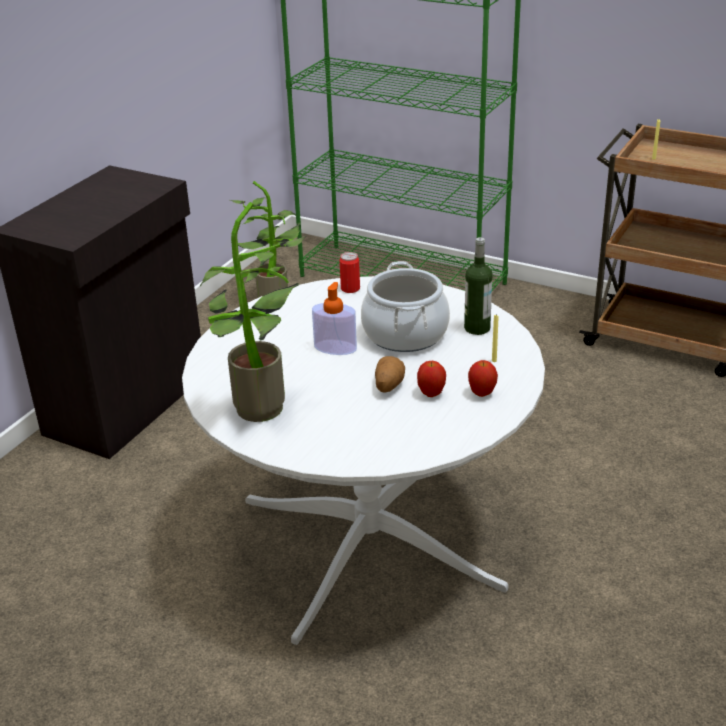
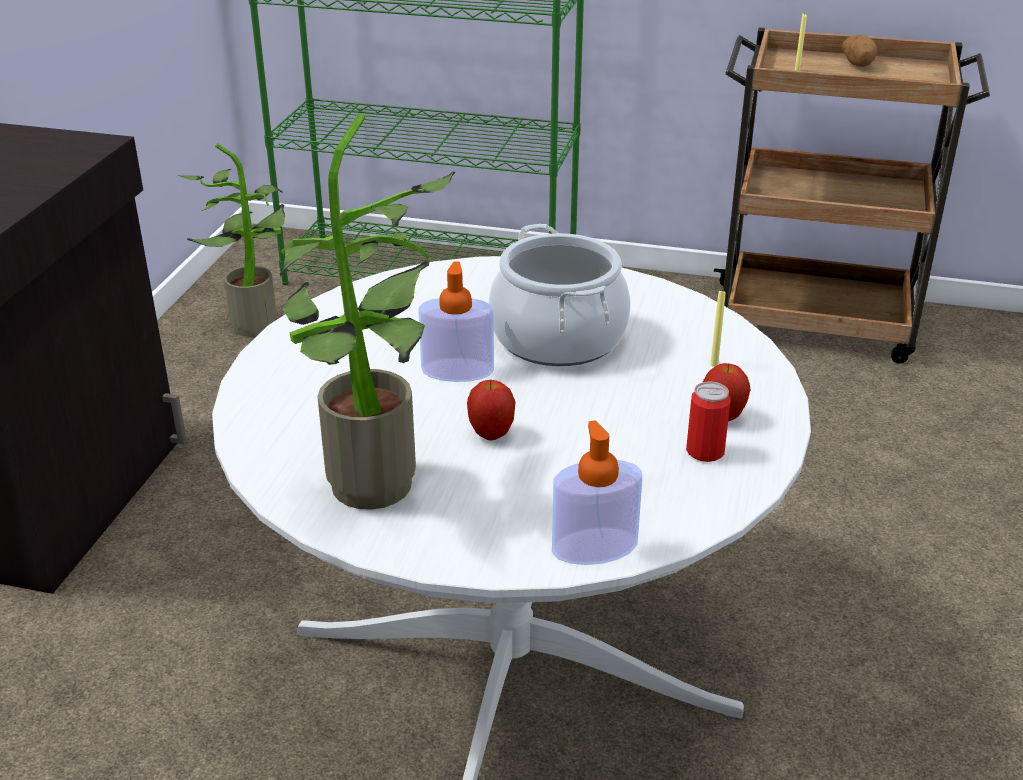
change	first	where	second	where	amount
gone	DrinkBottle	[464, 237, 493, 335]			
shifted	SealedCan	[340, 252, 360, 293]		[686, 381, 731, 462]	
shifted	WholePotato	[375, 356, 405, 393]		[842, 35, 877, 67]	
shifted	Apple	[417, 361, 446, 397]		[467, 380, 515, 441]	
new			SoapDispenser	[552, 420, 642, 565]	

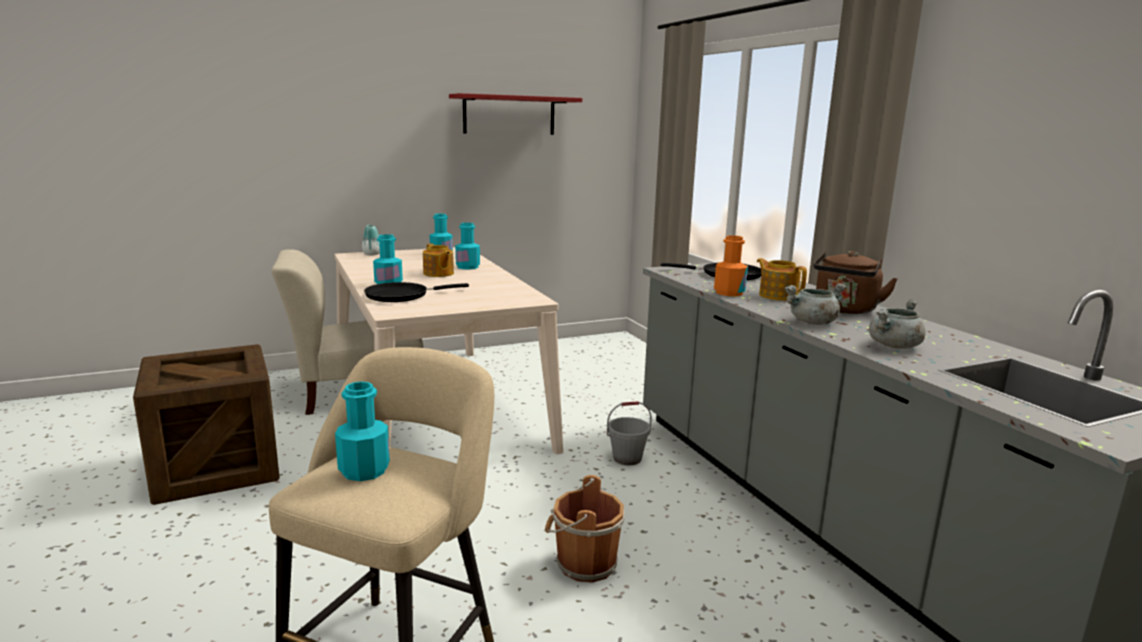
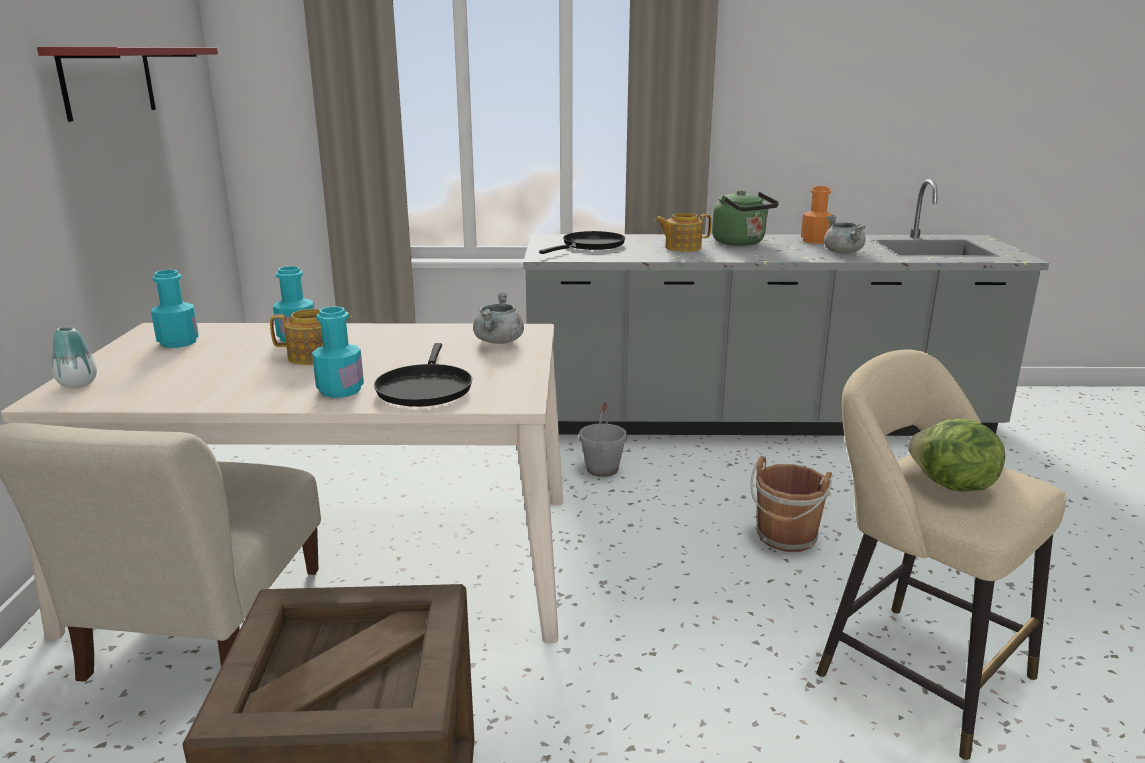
change	first	where	second	where	amount
shifted	OrangeyDrinkBottle	[714, 235, 748, 296]		[801, 186, 833, 244]	
repainted	BrownishWaterKettle	[813, 251, 898, 314]	GreenishWaterKettle	[712, 190, 779, 246]	
shifted	GreyishStockpot	[784, 283, 847, 325]		[473, 292, 524, 344]	
swapped	TurquoiseDrinkBottle	[335, 382, 390, 481]	LettuceHead	[908, 419, 1005, 491]	

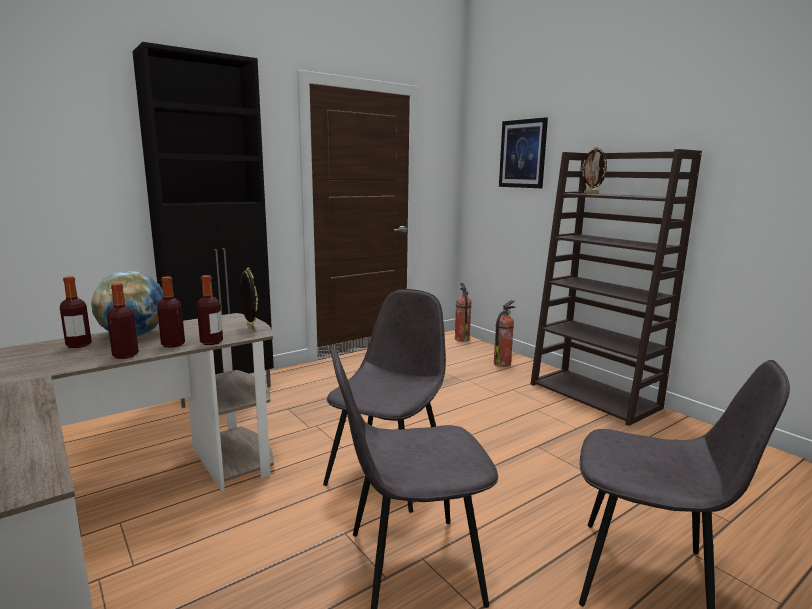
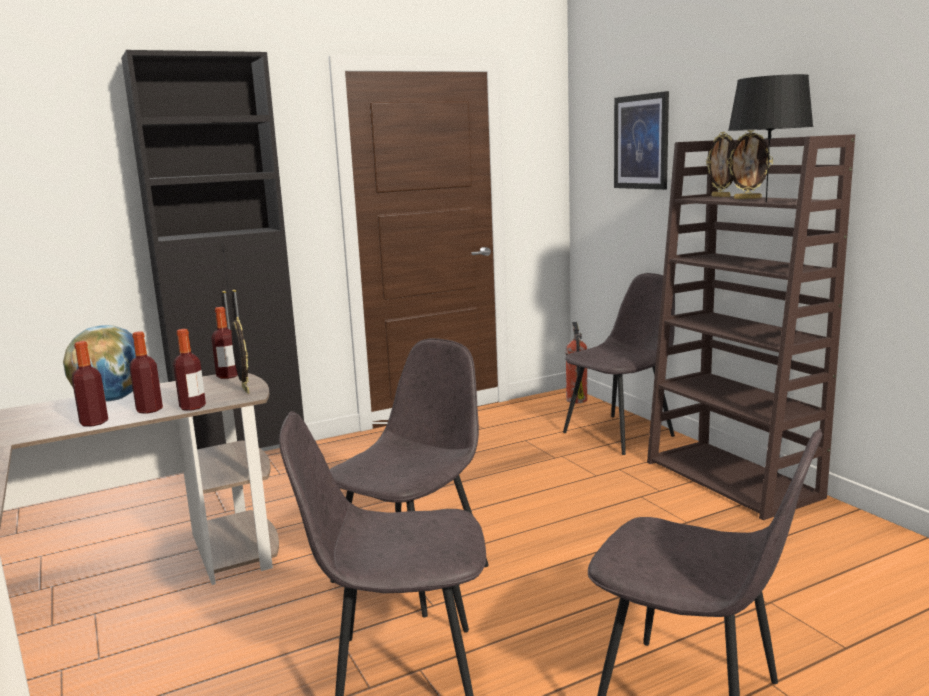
change	first	where	second	where	amount
shifted	DrinkBottle	[60, 276, 92, 348]		[211, 307, 238, 379]	
swapped	FireFightingCylinder	[494, 300, 515, 367]	GreyishUprightChair	[563, 273, 675, 455]	
new			BlackishLampForATable	[728, 74, 814, 202]	
new			PictureFrame	[726, 130, 773, 199]	

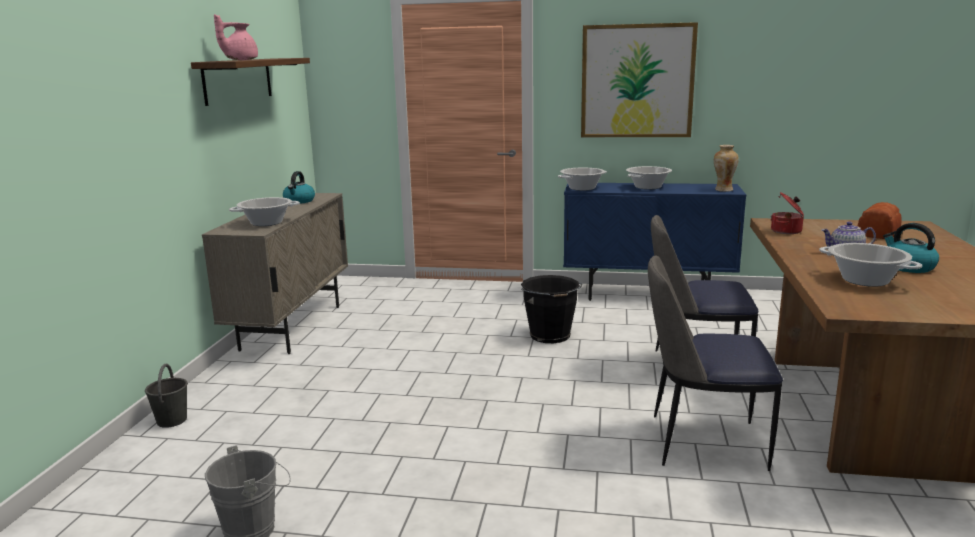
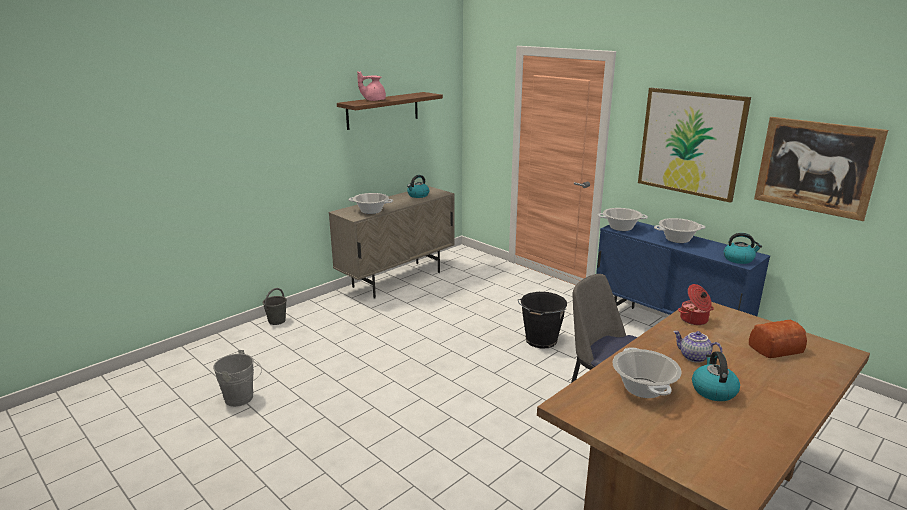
change	first	where	second	where	amount
swapped	FlowerVase	[714, 145, 739, 192]	WaterKettle	[724, 233, 762, 264]	
gone	UprightChair	[648, 255, 783, 471]			
new			Picture	[754, 117, 888, 221]	

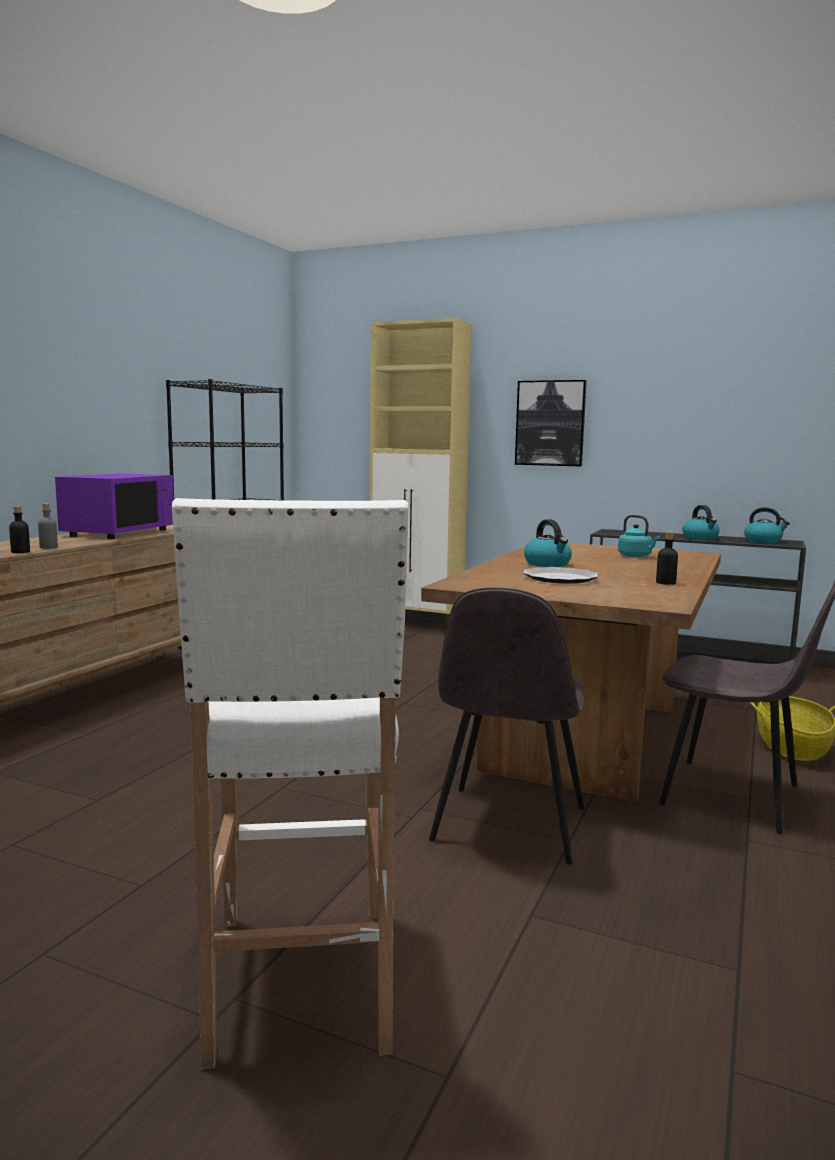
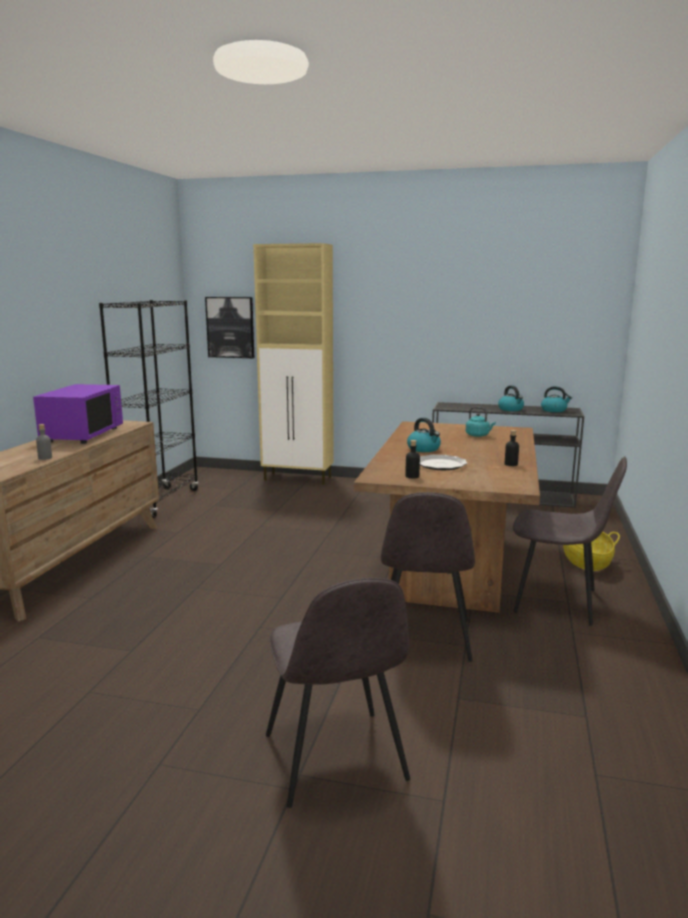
change	first	where	second	where	amount
shifted	Picture	[515, 380, 587, 467]		[205, 297, 254, 358]	
swapped	WhiteColouredStoolSeat	[172, 498, 409, 1069]	GreyishUprightChair	[266, 578, 410, 808]	
shifted	BlackishDrinkBottle	[9, 506, 30, 553]		[405, 440, 420, 478]	

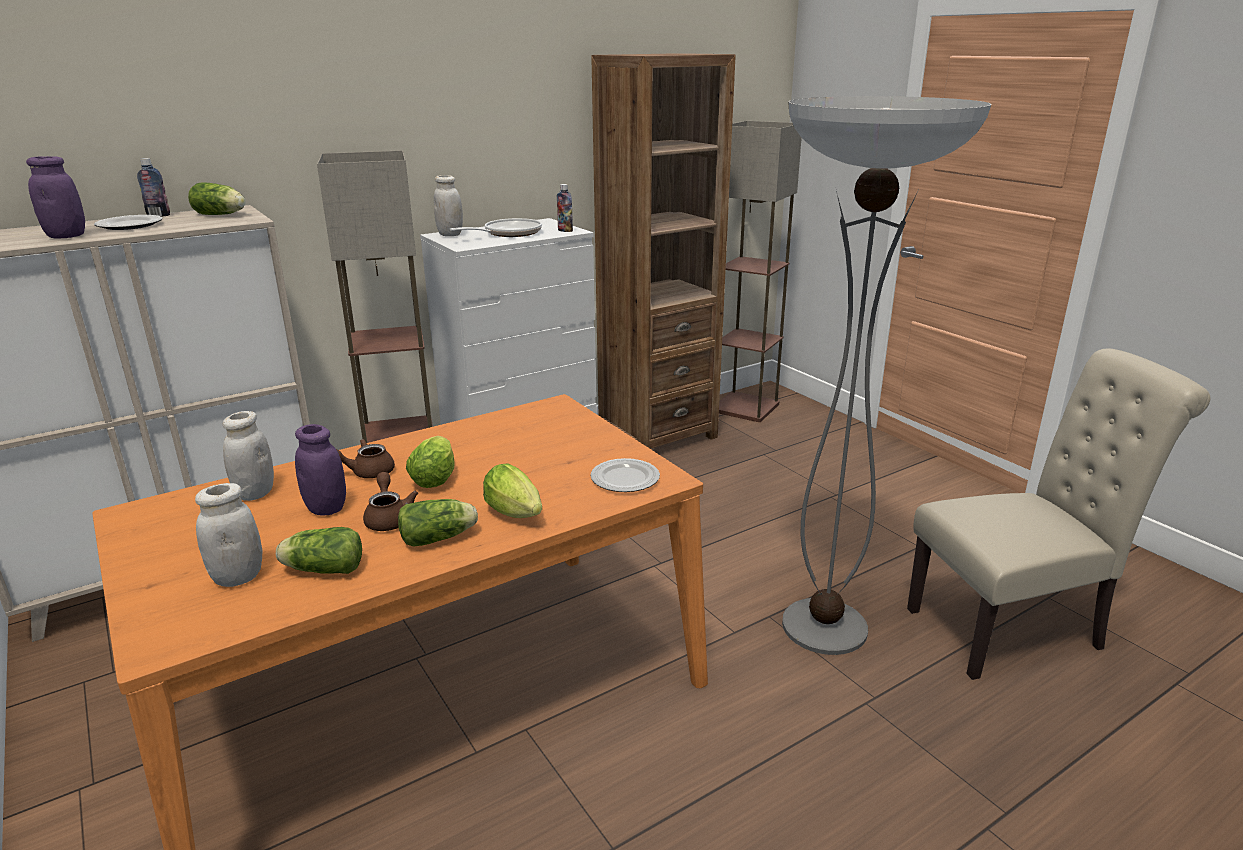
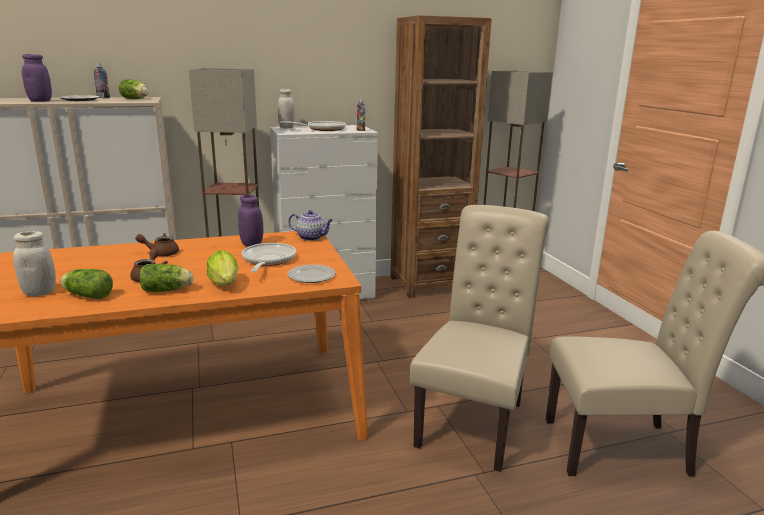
change	first	where	second	where	amount
swapped	FloorLamp	[782, 96, 991, 655]	SandColouredUprightChair	[410, 205, 549, 472]	
gone	WhiteColouredPreserveJar	[223, 411, 274, 501]			
shifted	PurplePreserveJar	[295, 424, 346, 515]		[238, 195, 263, 247]	
gone	LettuceHead	[406, 436, 455, 488]			
new			PotForTea	[288, 210, 333, 241]	
new			FryingPan	[242, 243, 296, 272]	

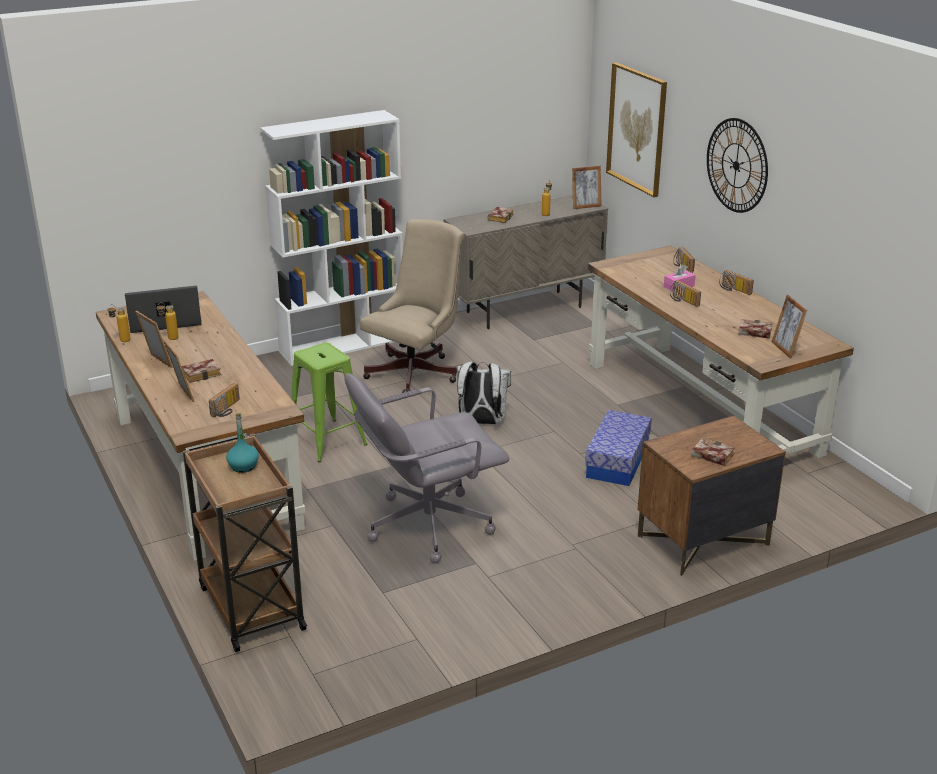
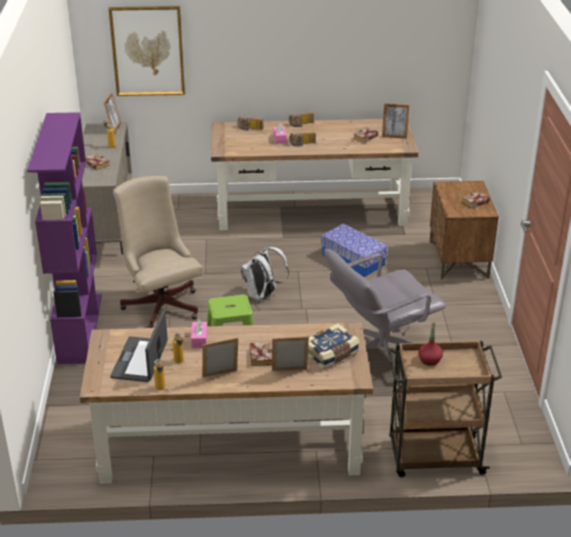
change	first	where	second	where	amount
repainted	WhiteColouredShelvingUnit	[260, 110, 403, 366]	PurpleShelvingUnit	[27, 112, 102, 364]	
gone	WallClock	[707, 118, 768, 213]			
rotated	GreyishOfficeChair	[344, 373, 509, 563]		[324, 249, 446, 384]	60 degrees clockwise
swapped	Radio	[209, 383, 240, 417]	BoundBook	[308, 323, 360, 369]	
repainted	TurquoiseDrinkBottle	[226, 413, 259, 473]	RedColouredDrinkBottle	[418, 322, 443, 366]	
new			PinkTissueHolder	[191, 319, 207, 348]	

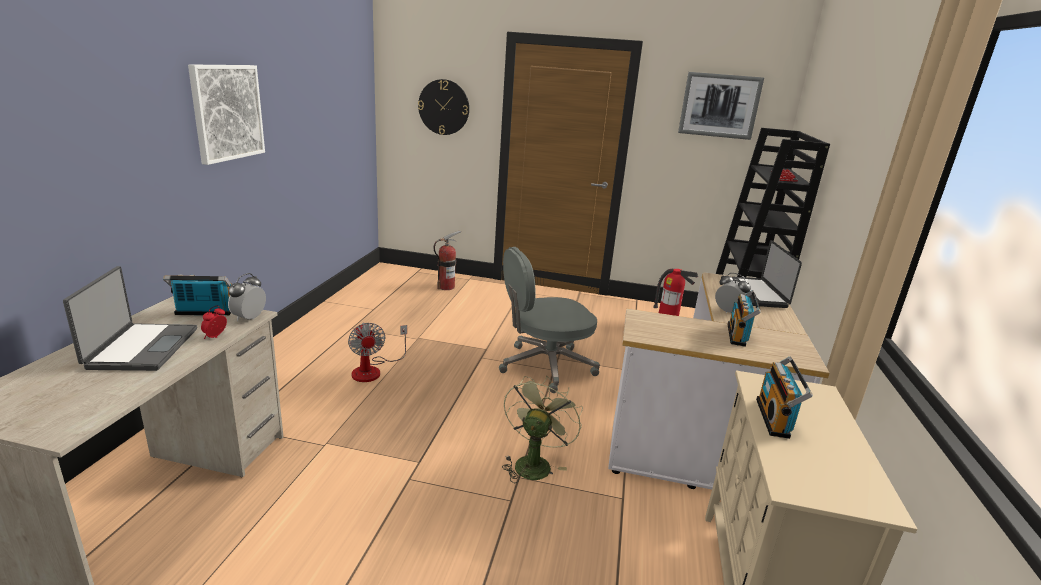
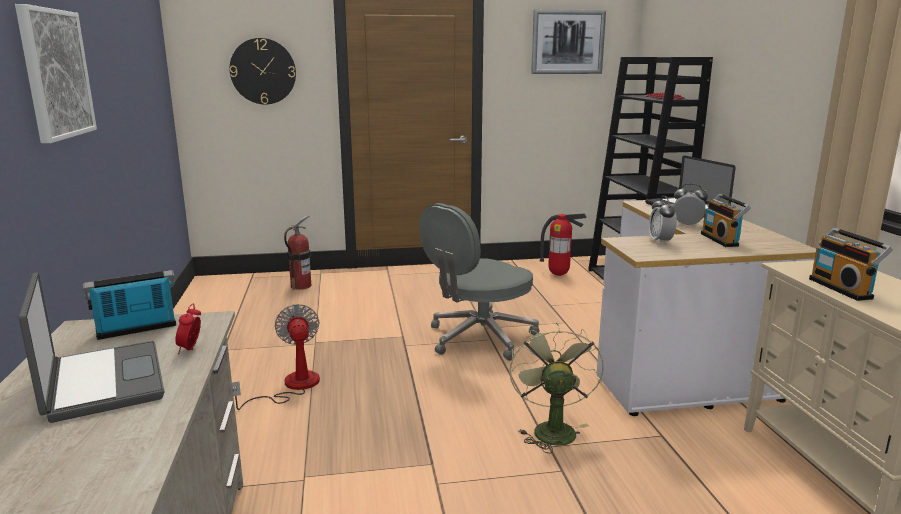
change	first	where	second	where	amount
shifted	AlarmClock	[228, 273, 266, 321]		[649, 196, 677, 244]	
rotated	ElectricFan	[348, 322, 407, 382]		[232, 304, 320, 410]	150 degrees counterclockwise

